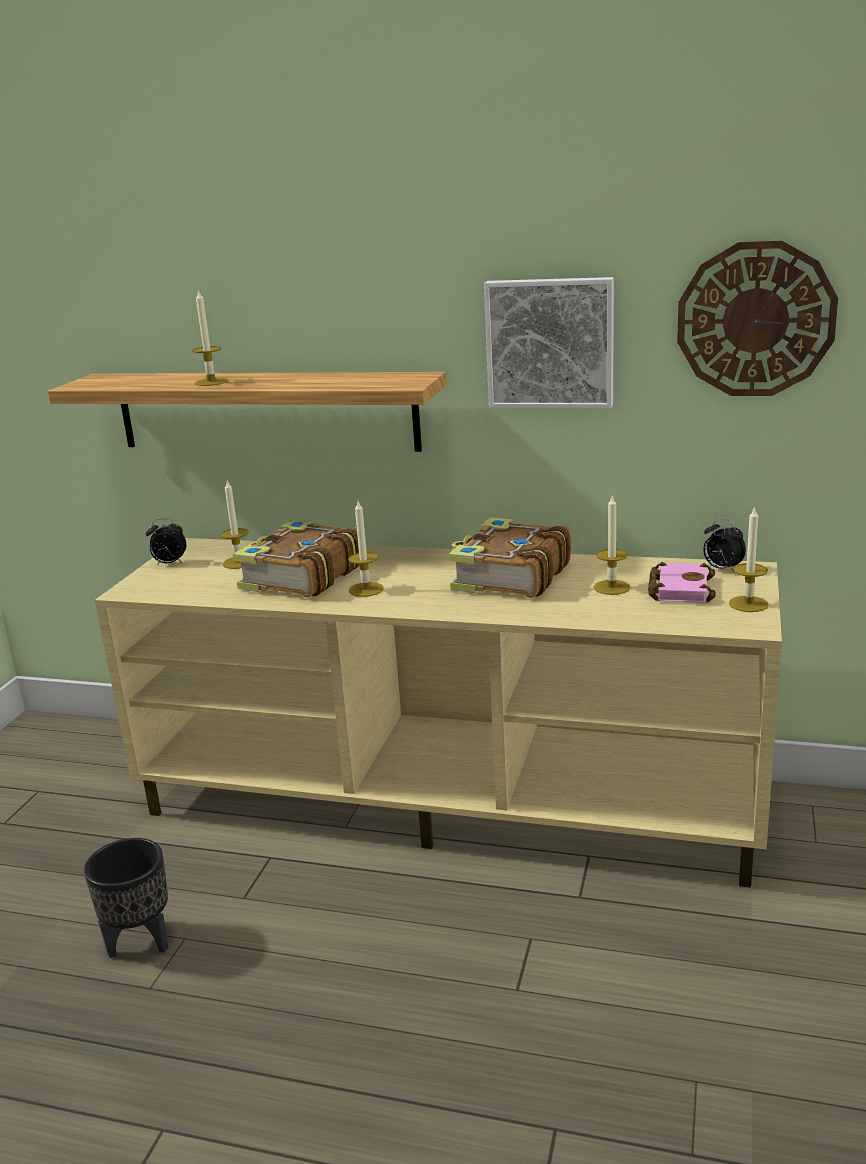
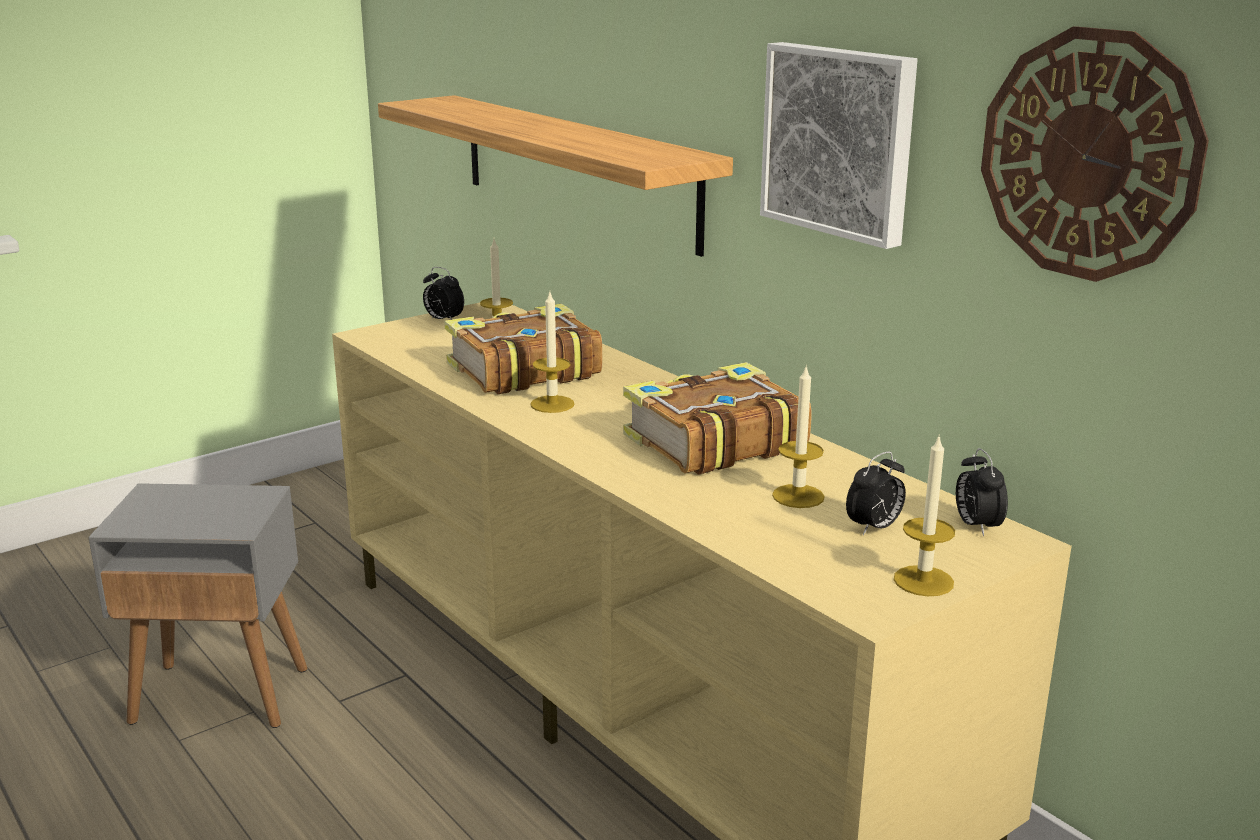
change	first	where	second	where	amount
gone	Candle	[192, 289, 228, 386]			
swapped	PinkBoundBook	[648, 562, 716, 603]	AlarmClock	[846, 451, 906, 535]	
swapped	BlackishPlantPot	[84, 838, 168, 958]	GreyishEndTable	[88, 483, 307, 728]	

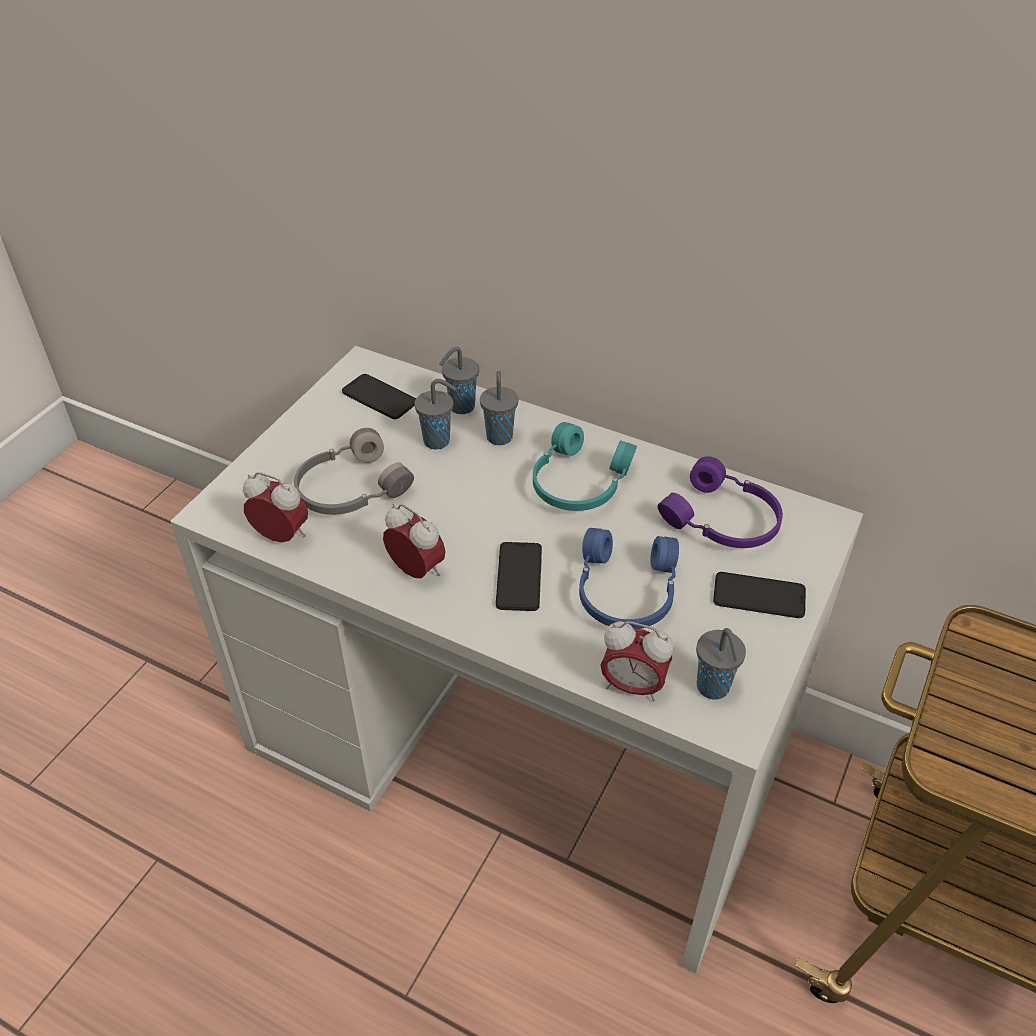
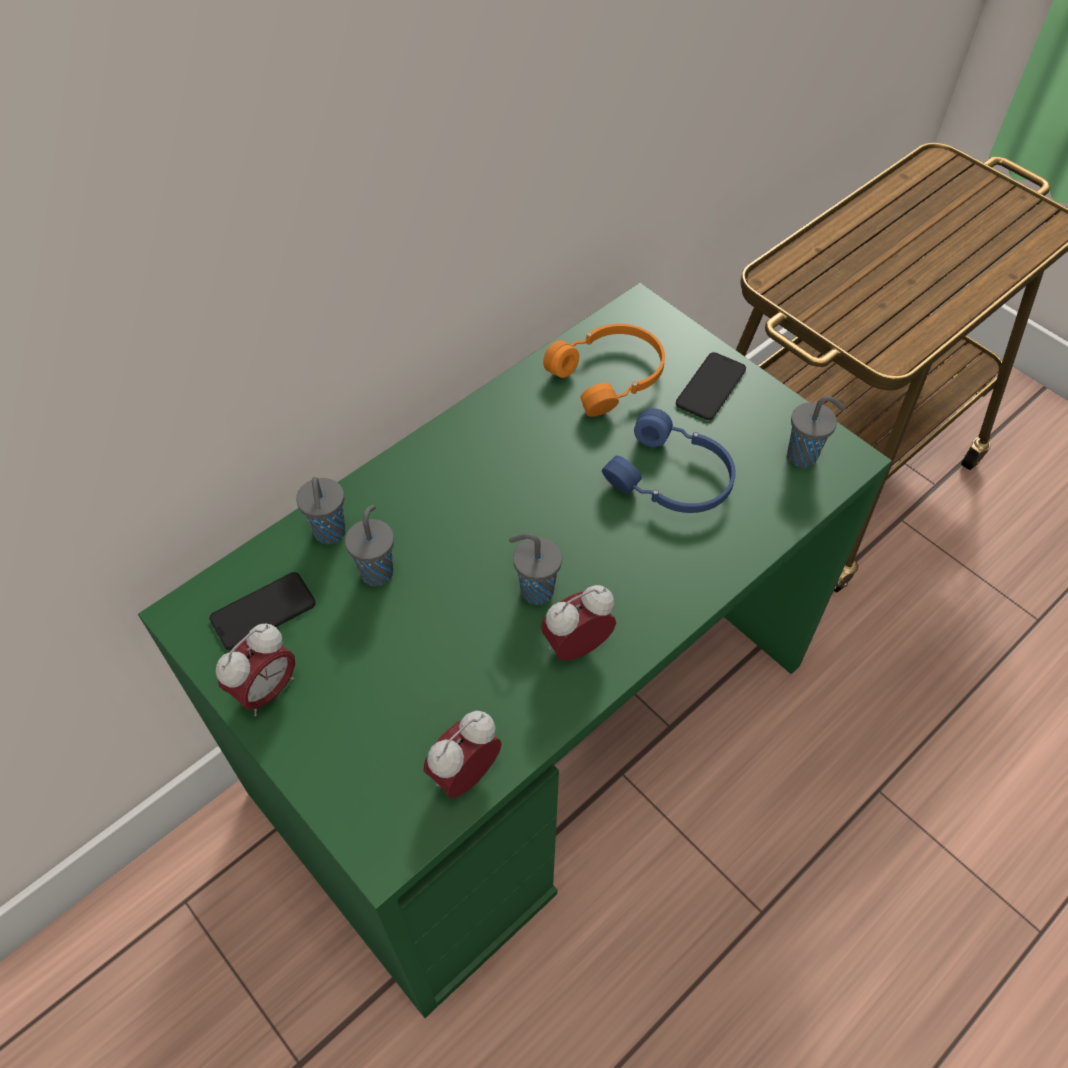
change	first	where	second	where	amount
repainted	WhiteColouredDeskTable	[170, 346, 863, 974]	GreenishDeskTable	[138, 283, 892, 1018]	
shifted	GreyishCup	[480, 371, 518, 445]		[509, 533, 562, 605]	
gone	TurquoiseHeadphones	[533, 422, 637, 511]			
gone	GreyishHeadphones	[294, 428, 414, 515]			
repainted	PurpleHeadphones	[657, 456, 783, 548]	OrangeyHeadphones	[543, 324, 665, 417]	
gone	Telephone	[496, 542, 542, 611]			
shifted	AlarmClock	[601, 621, 674, 701]		[216, 624, 295, 716]	

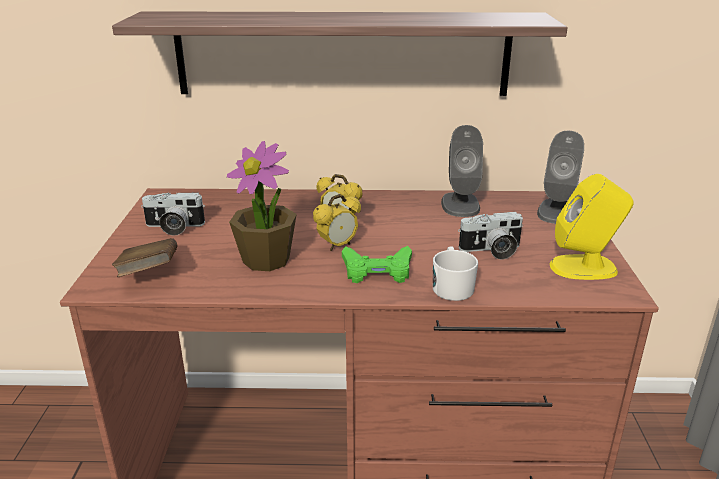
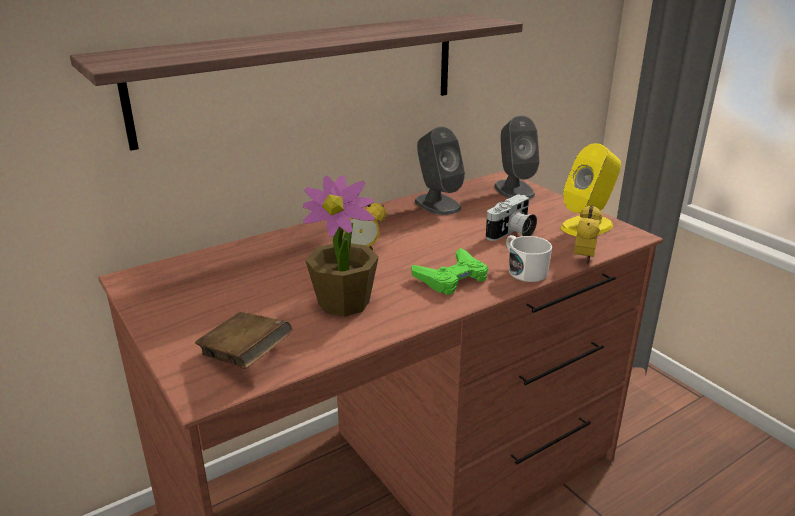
change	first	where	second	where	amount
gone	PhotoCamera	[141, 192, 205, 236]			
shifted	AlarmClock	[313, 194, 361, 251]		[574, 205, 602, 264]	

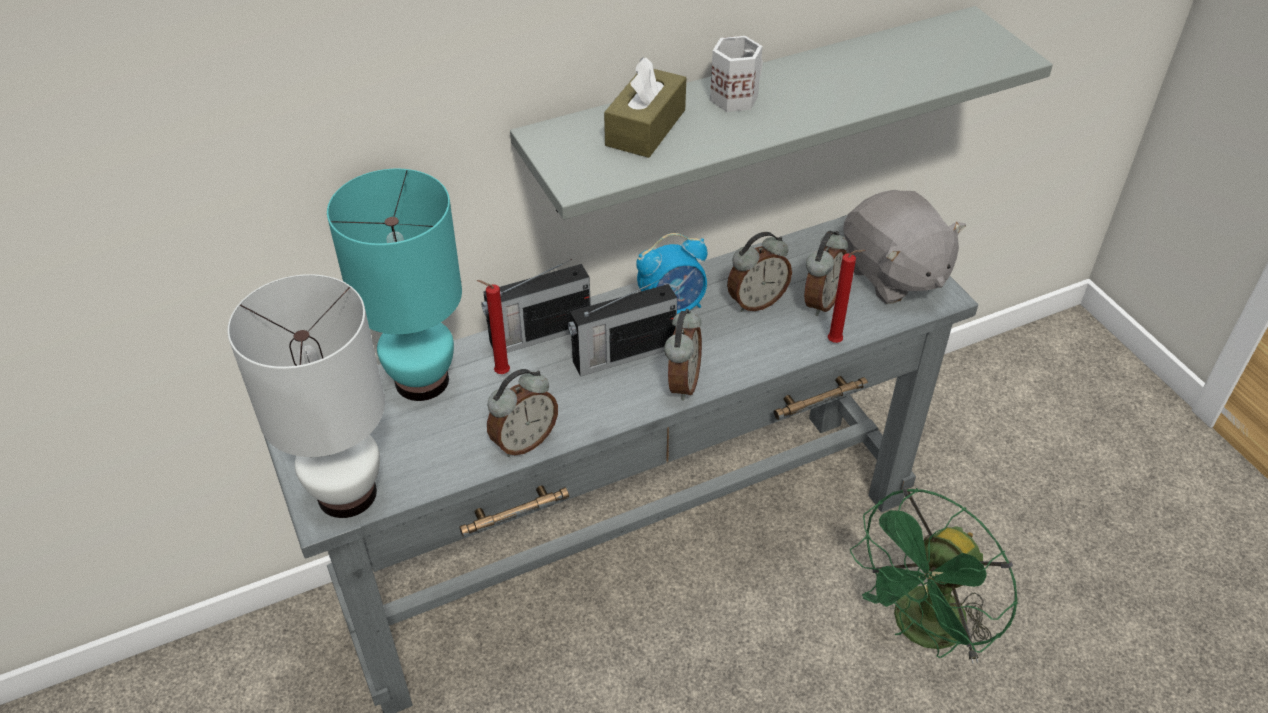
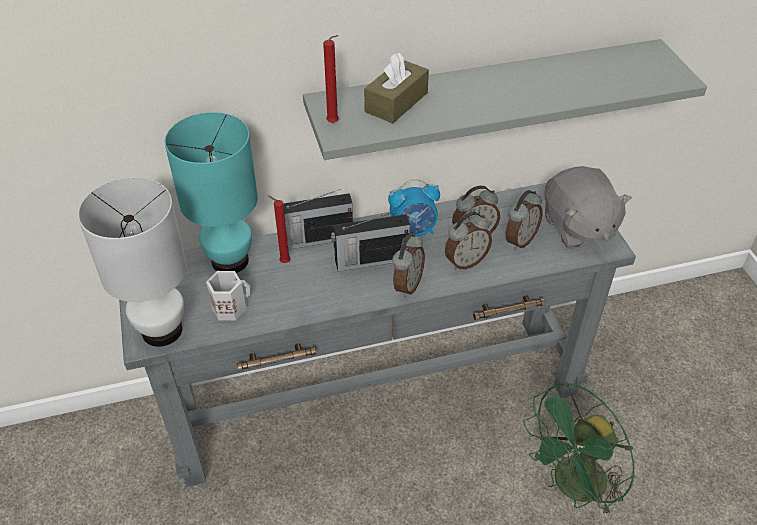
change	first	where	second	where	amount
shifted	WhiteColouredTeaMug	[710, 36, 763, 112]		[206, 271, 250, 321]	
shifted	RedColouredCandle	[828, 250, 865, 343]		[323, 35, 339, 123]	
shifted	AlarmClock	[487, 369, 558, 457]		[445, 212, 492, 270]	

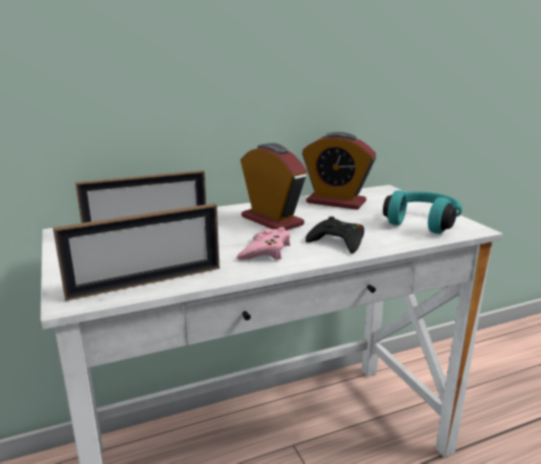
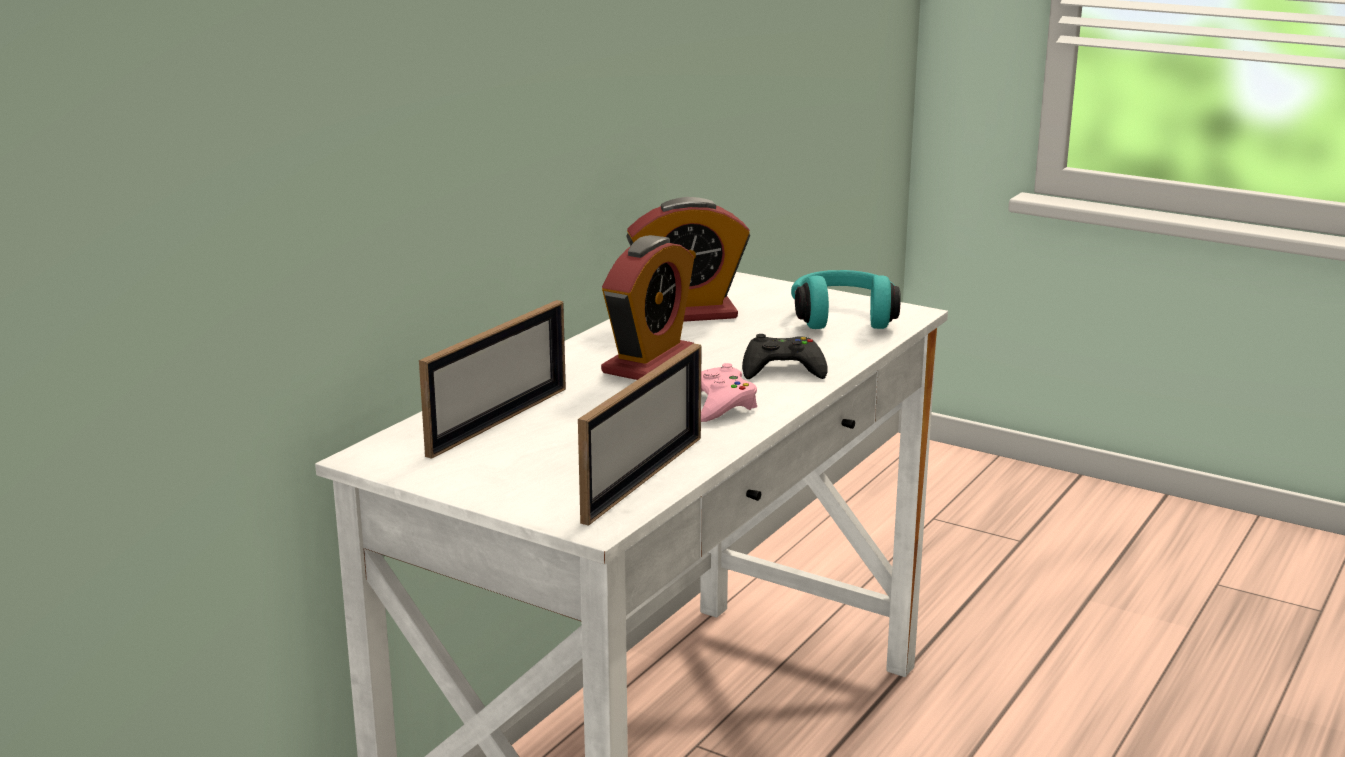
change	first	where	second	where	amount
rotated	AlarmClock	[241, 143, 307, 230]		[601, 235, 695, 380]	105 degrees clockwise

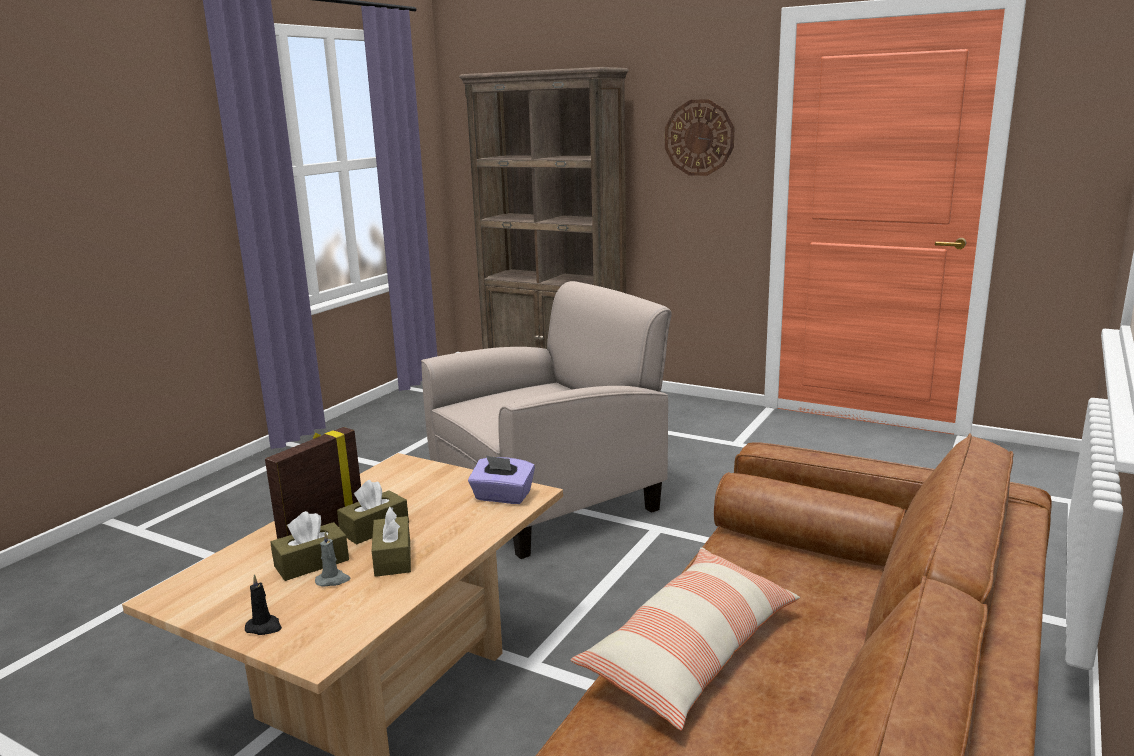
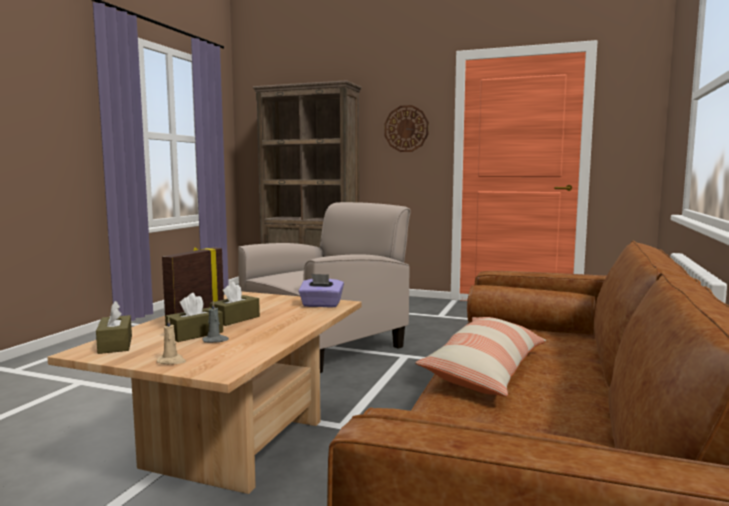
change	first	where	second	where	amount
shifted	BrownishTissueHolder	[372, 506, 411, 577]		[96, 301, 132, 354]	
repainted	BlackishCandle	[245, 574, 282, 635]	SandColouredCandle	[157, 317, 186, 365]	

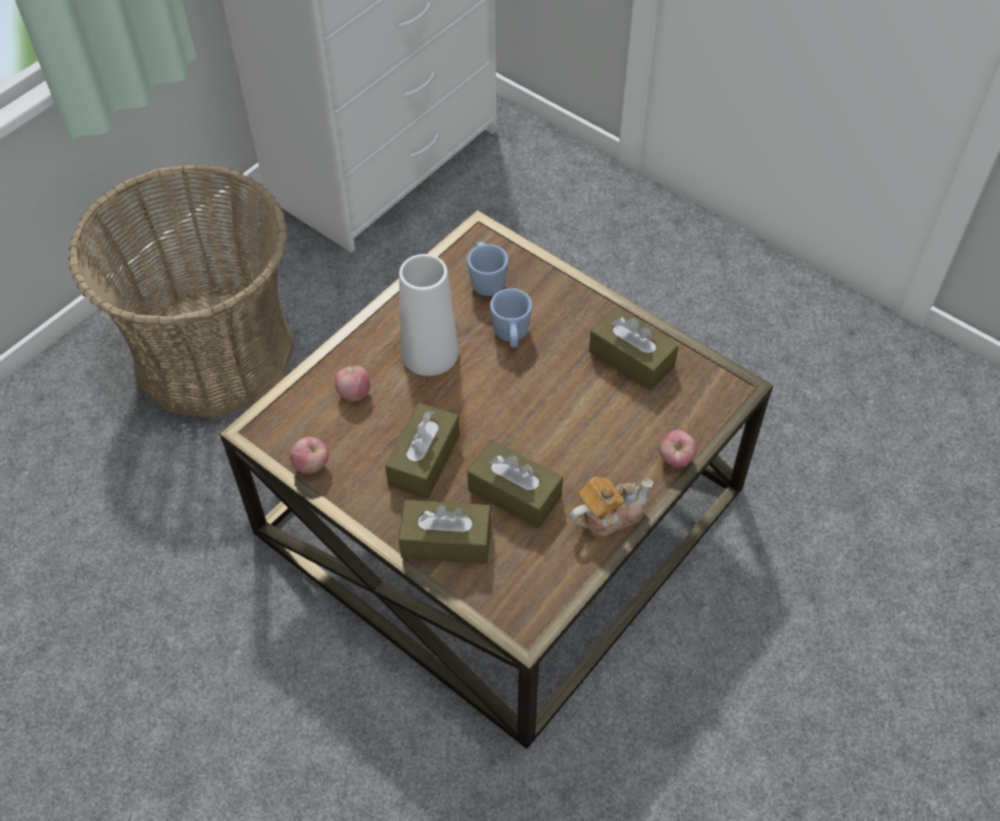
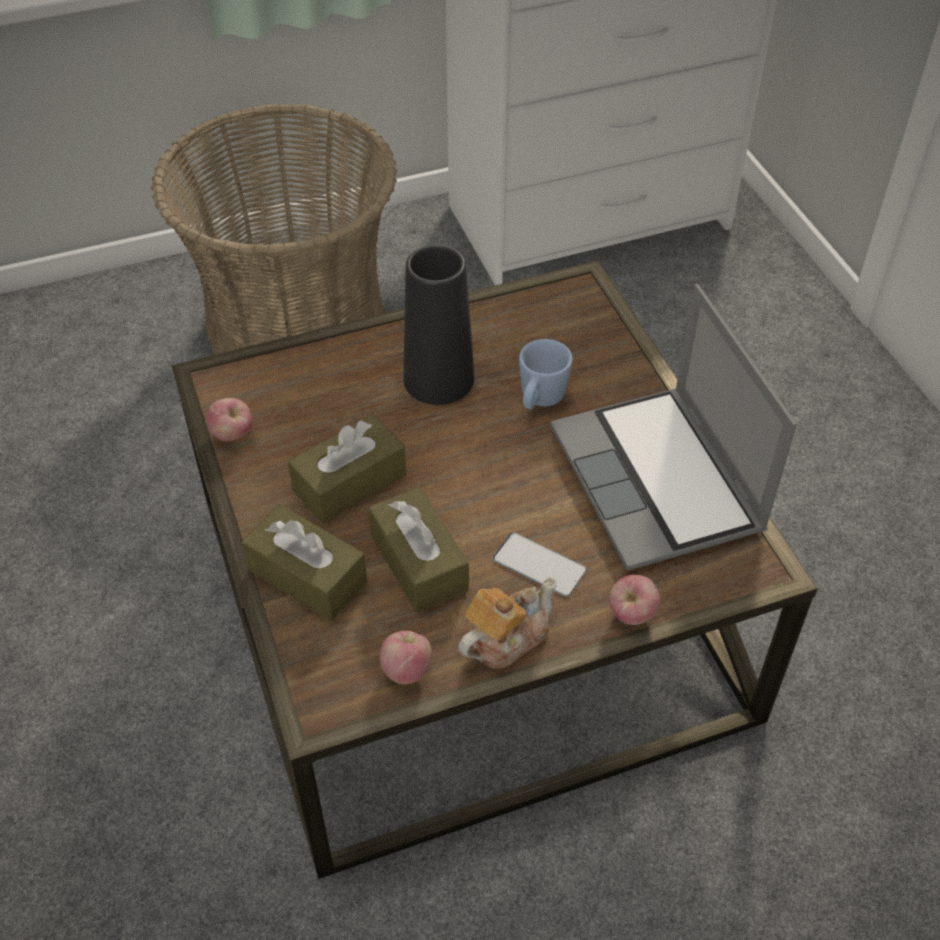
change	first	where	second	where	amount
gone	BlueTeaMug	[467, 242, 508, 296]			
repainted	WhiteColouredFlowerVase	[399, 254, 459, 376]	BlackishFlowerVase	[403, 245, 474, 405]	
swapped	BrownishTissueHolder	[589, 307, 679, 391]	NotebookComputer	[550, 284, 797, 571]	
shifted	Apple	[334, 366, 370, 401]		[380, 631, 432, 684]	
rotated	PotForTea	[569, 477, 653, 537]		[458, 578, 557, 669]	45 degrees counterclockwise
new			Telephone	[493, 532, 587, 597]	

